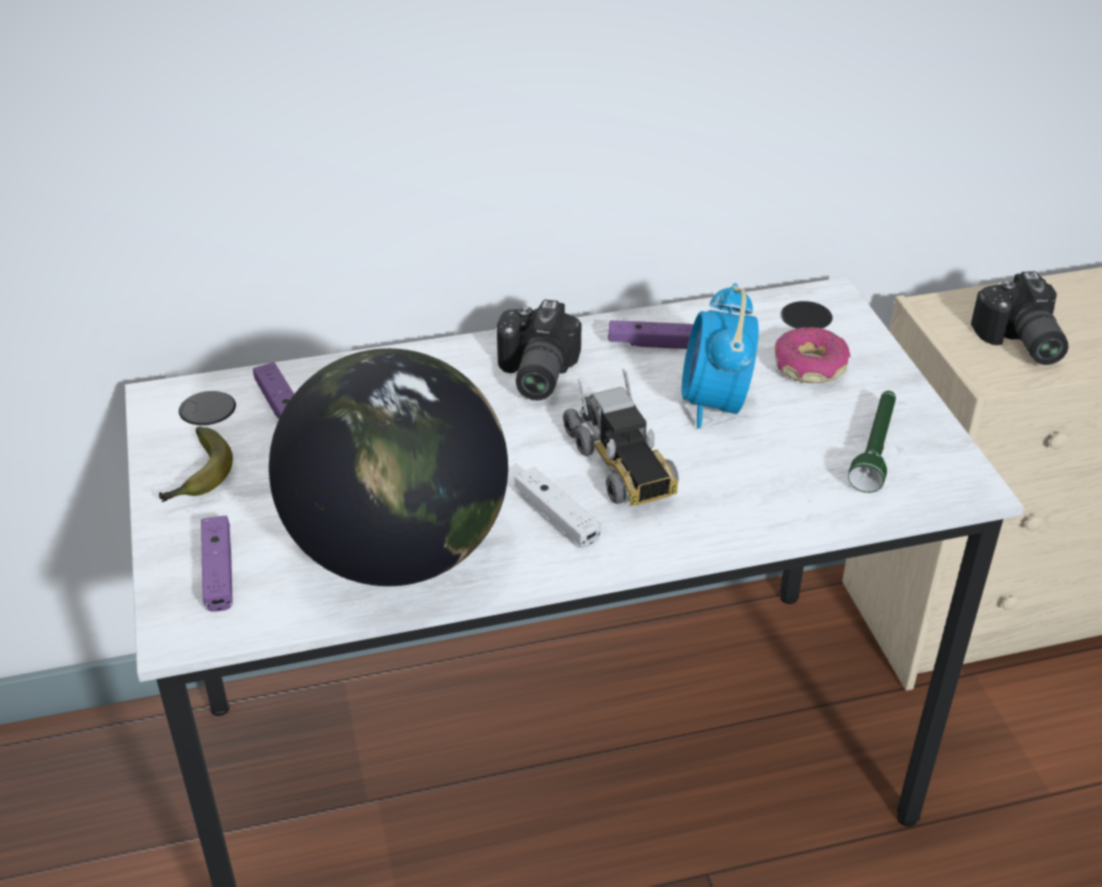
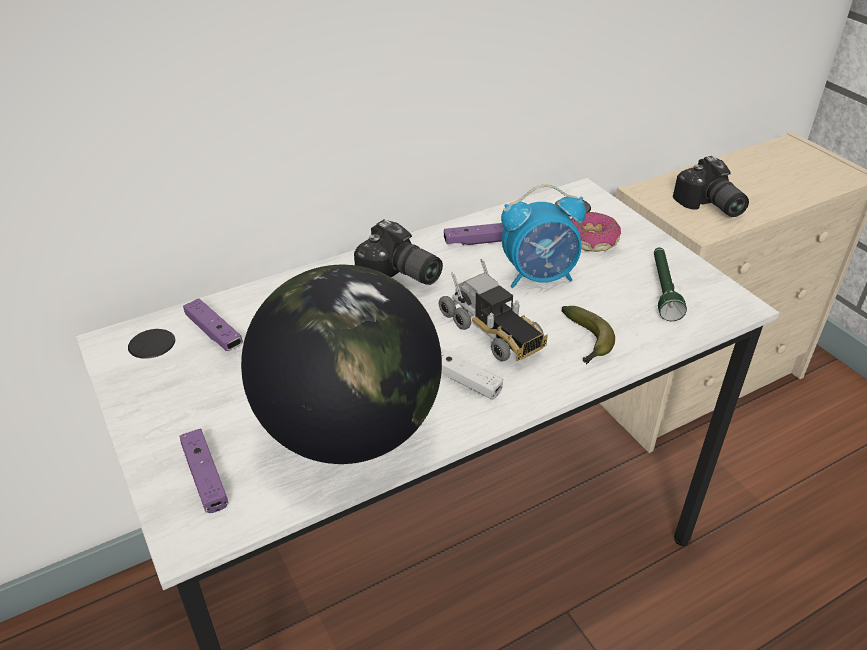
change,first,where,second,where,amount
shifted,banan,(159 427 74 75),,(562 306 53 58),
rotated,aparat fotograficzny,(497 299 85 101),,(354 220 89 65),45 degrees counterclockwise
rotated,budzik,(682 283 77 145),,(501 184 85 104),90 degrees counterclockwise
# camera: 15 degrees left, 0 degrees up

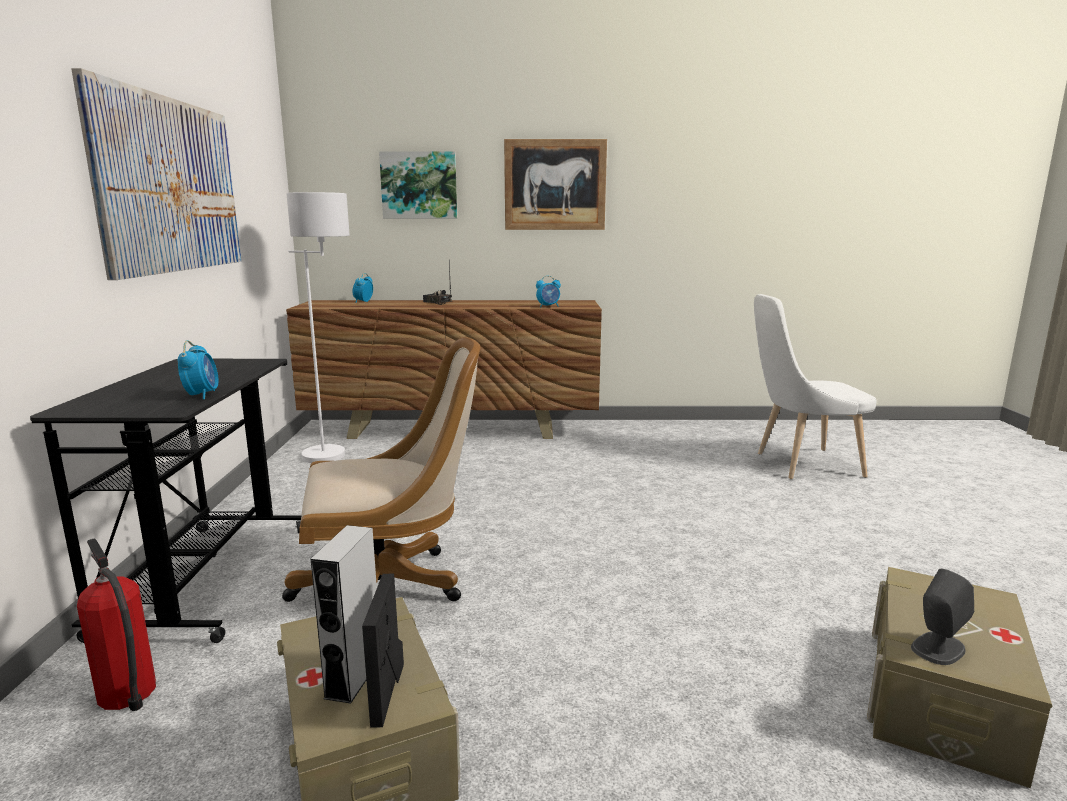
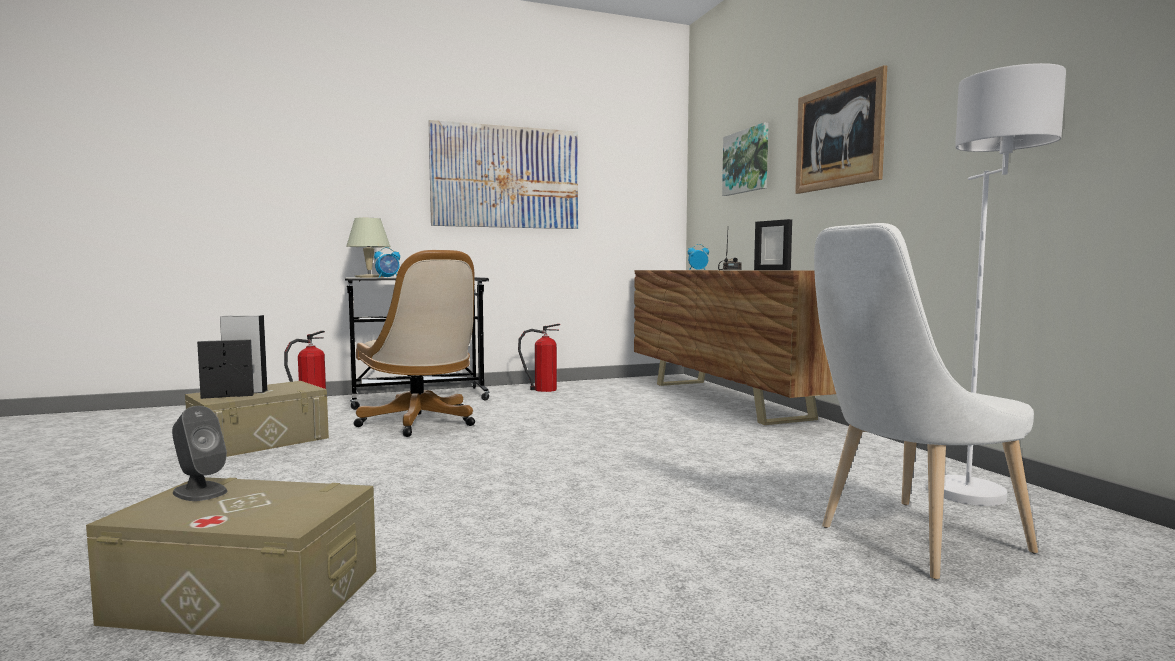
change,first,where,second,where,amount
shifted,lampa stojąca (biały),(287 192 62 271),,(944 63 122 443),
swapped,budzik,(536 276 25 31),ramka na zdjęcie,(754 219 38 51),
rotated,krzesło (biały),(754 294 122 185),,(814 223 224 356),90 degrees counterclockwise
new,,,lampa stołowa (beżowy),(346 218 45 60),
new,,,gaśnica,(518 324 42 68),
# camera: 70 degrees right, 10 degrees down

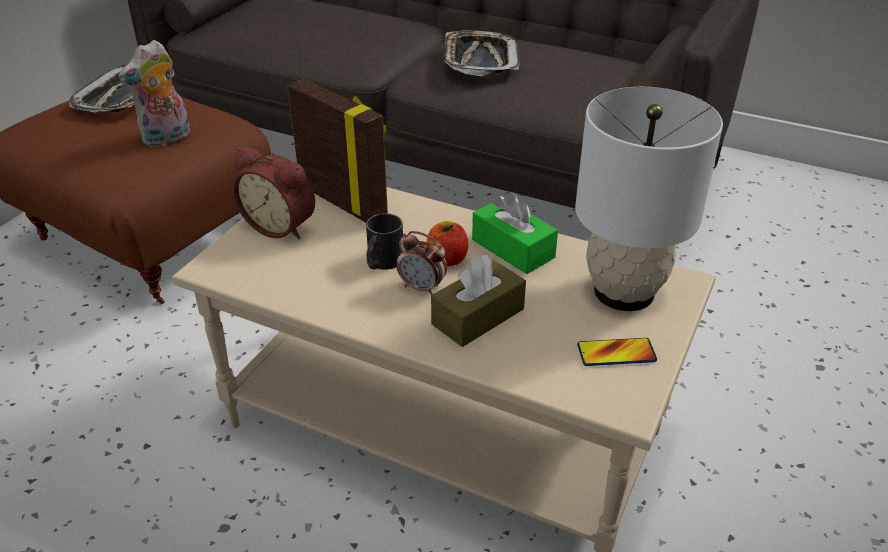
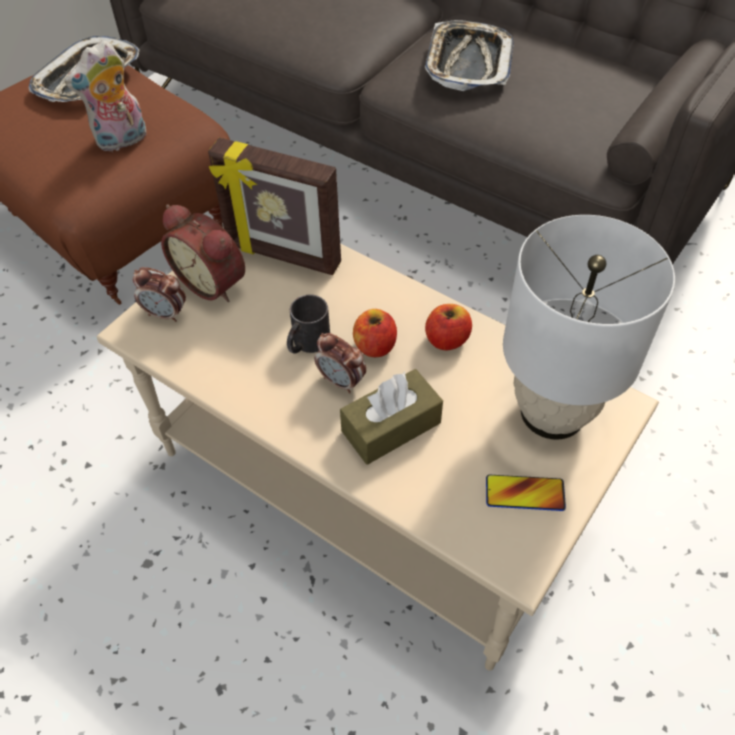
change,first,where,second,where,amount
rotated,ramka na zdjęcie,(287 79 101 144),,(208 137 133 138),150 degrees clockwise
swapped,pudełko chusteczek (zielony),(472 193 86 81),jabłko,(425 304 47 46),
new,,,budzik,(133 267 53 55),
# camera: 10 degrees right, 15 degrees up

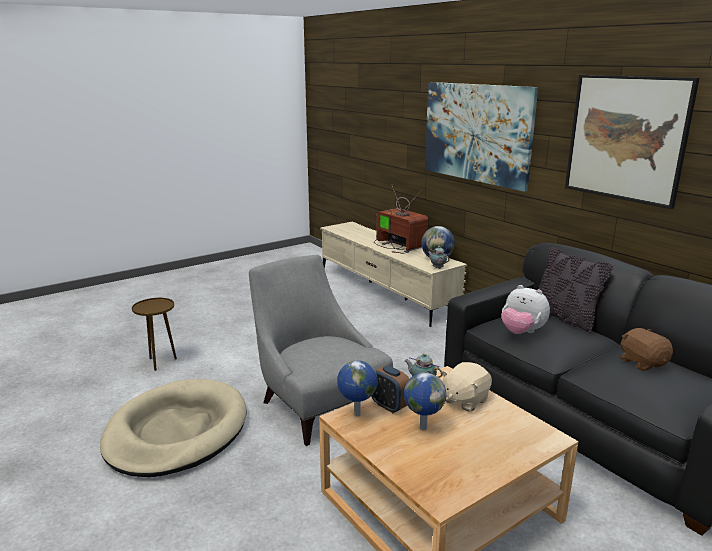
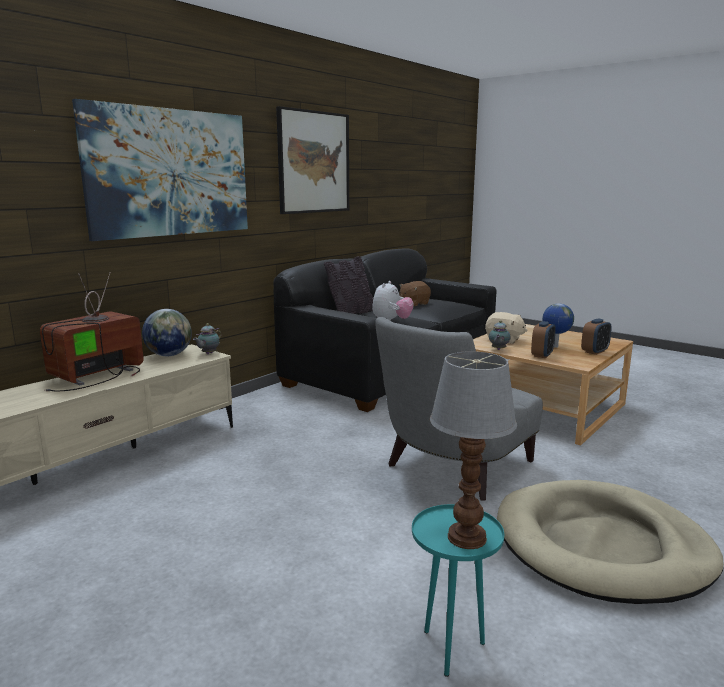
change,first,where,second,where,amount
repainted,stolik (brązowy),(132 298 45 73),stolik (turkusowy),(412 504 92 173),
gone,globus,(337 360 41 57),,,
new,,,lampa stołowa,(430 351 87 198),
new,,,budzik,(581 319 31 36),
# camera: 105 degrees left, 5 degrees down

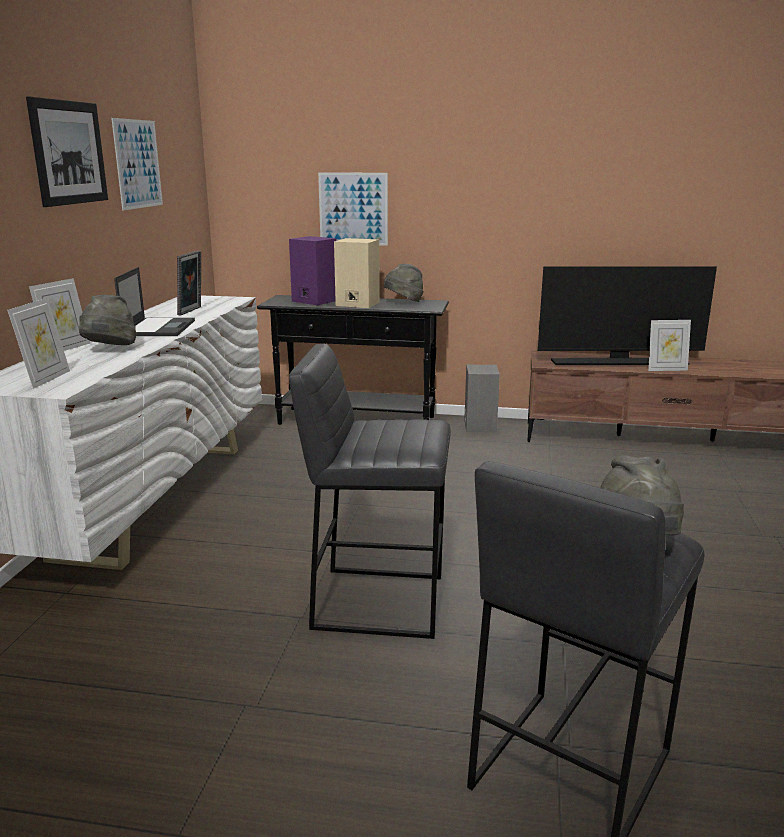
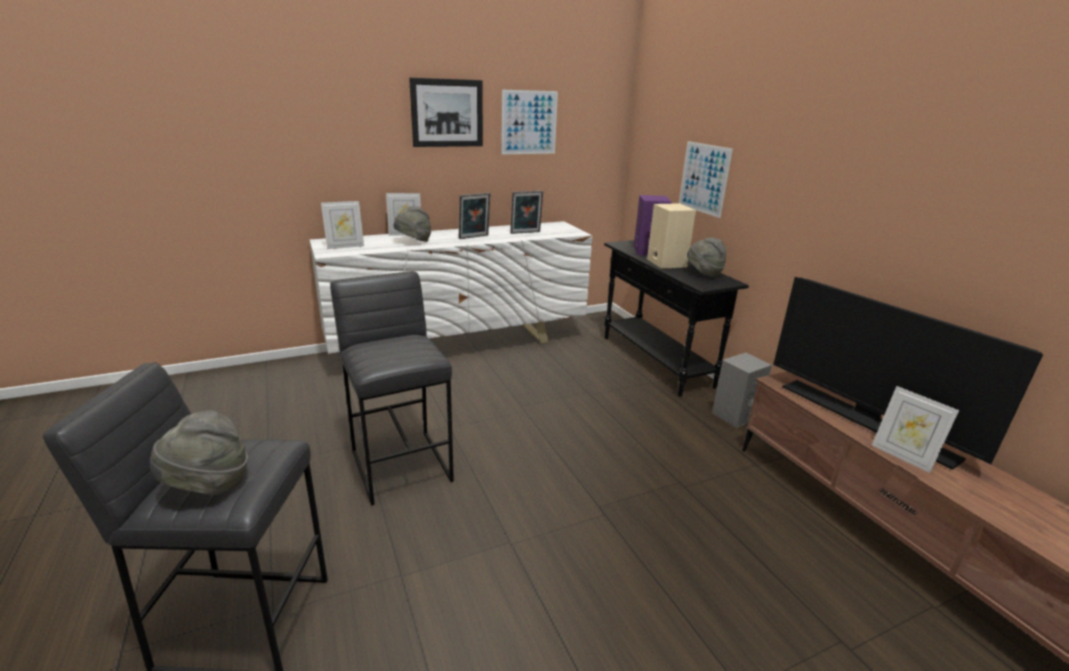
change,first,where,second,where,amount
swapped,laptop,(114 267 81 69),ramka na zdjęcie,(459 193 31 46),
# camera: 55 degrees right, 5 degrees up

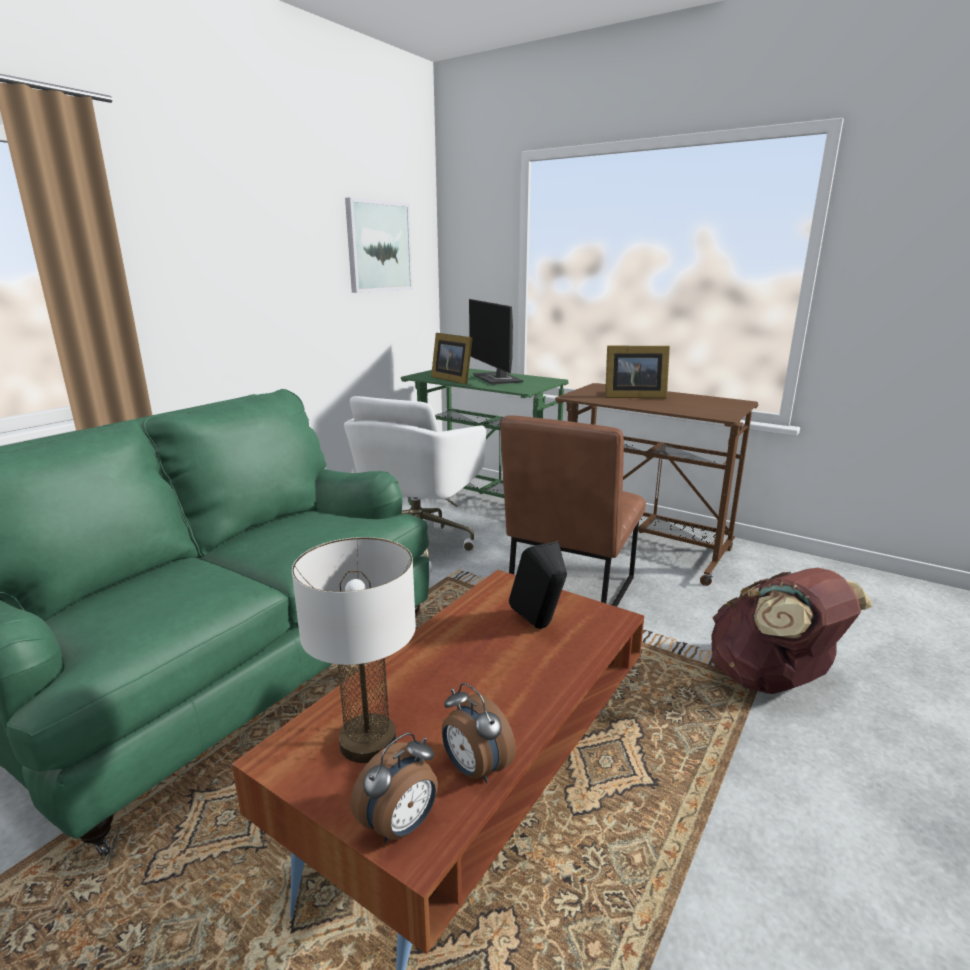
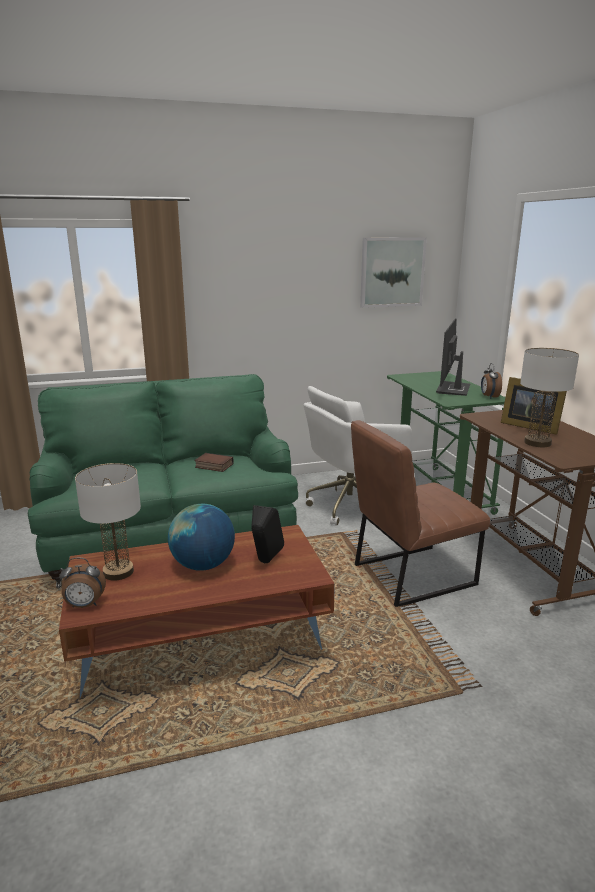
change,first,where,second,where,amount
gone,ramka na zdjęcie,(431 333 42 51),,,
shifted,budzik,(442 683 74 100),,(481 363 21 36),
gone,plecak (brązowy),(712 568 161 126),,,
new,,,globus,(168 504 67 67),
new,,,książka,(194 453 40 19),
new,,,lampa stołowa,(520 348 59 99),
# camera: 40 degrees right, 0 degrees up

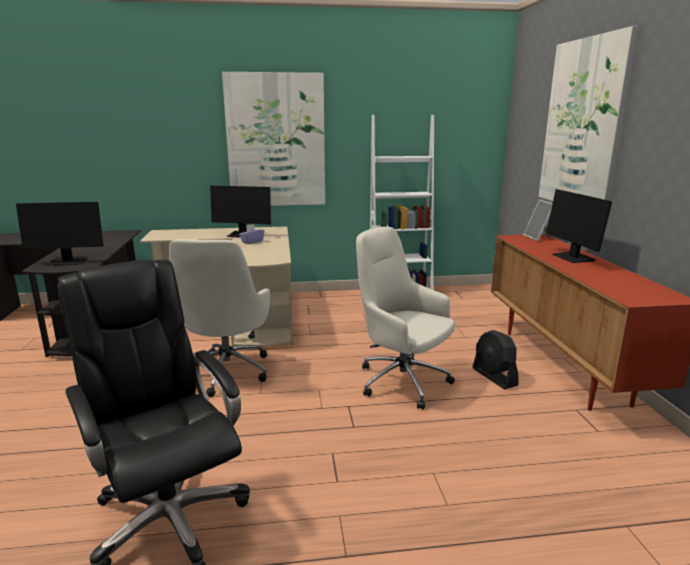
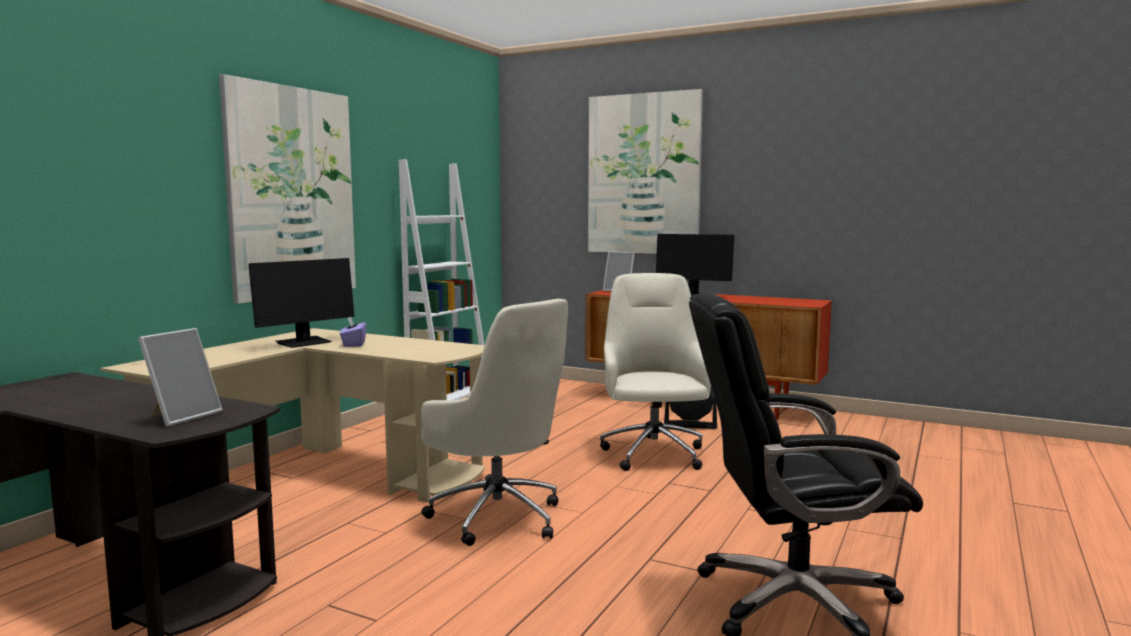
change,first,where,second,where,amount
swapped,monitor,(16 202 88 64),ramka na zdjęcie,(138 328 84 98),
rotated,krzesło biurowe (beżowy),(356 227 99 183),,(600 273 111 198),105 degrees clockwise
# camera: 55 degrees left, 10 degrees down

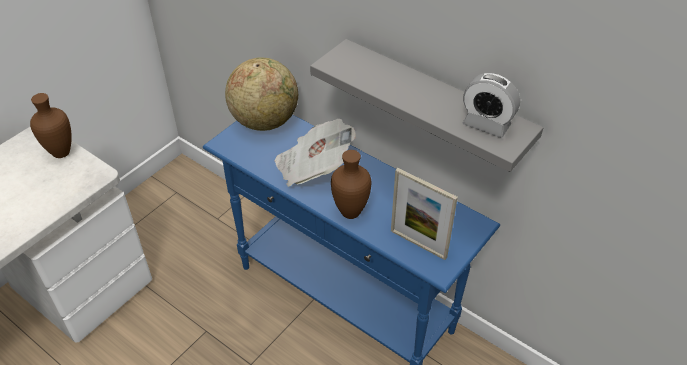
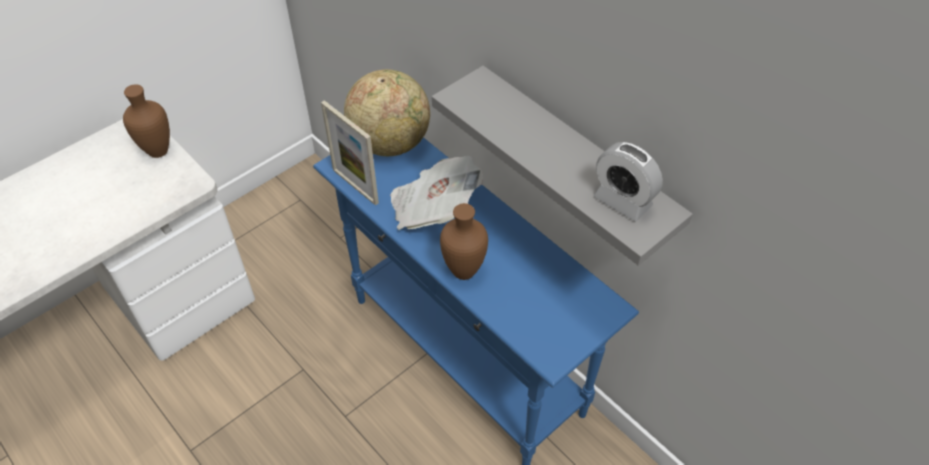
change,first,where,second,where,amount
shifted,ramka na zdjęcie,(391 168 67 92),,(321 100 58 106),
# camera: 10 degrees right, 5 degrees up

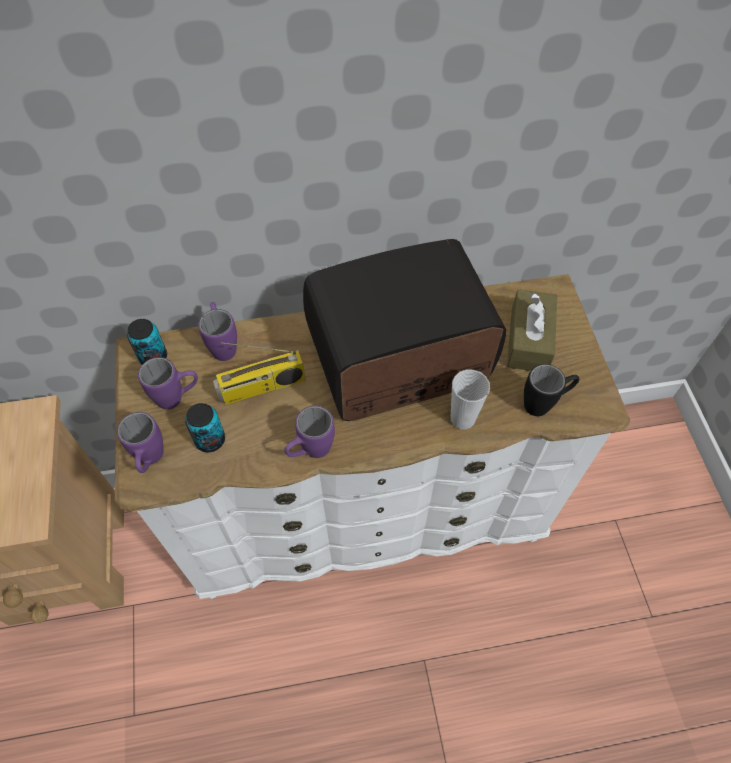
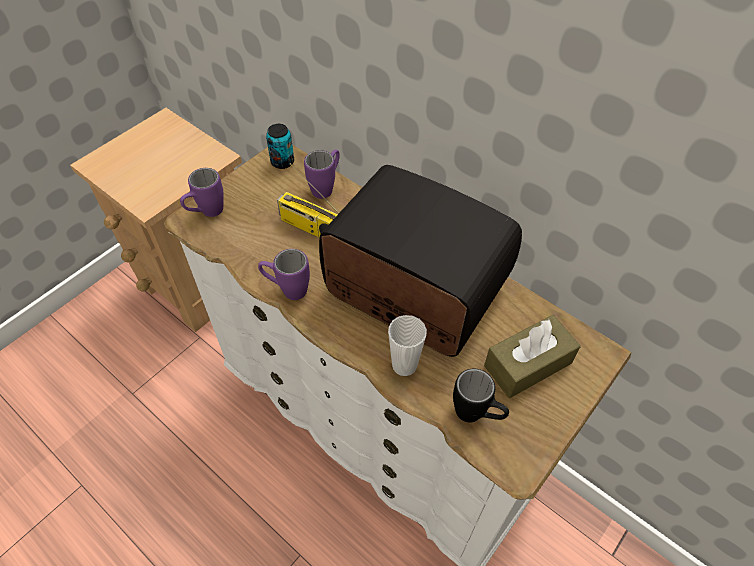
change,first,where,second,where,amount
gone,kubek (fioletowy),(138 357 60 52),,,
gone,puszka,(185 403 40 49),,,
# camera: 50 degrees right, 5 degrees down

